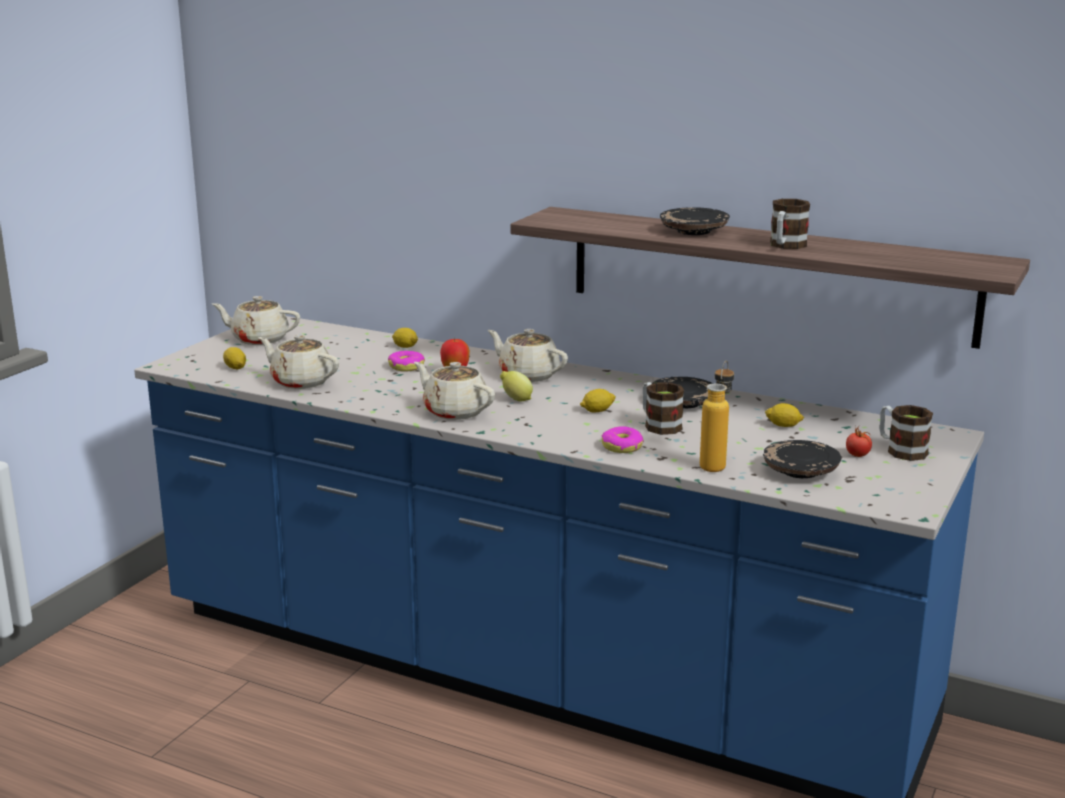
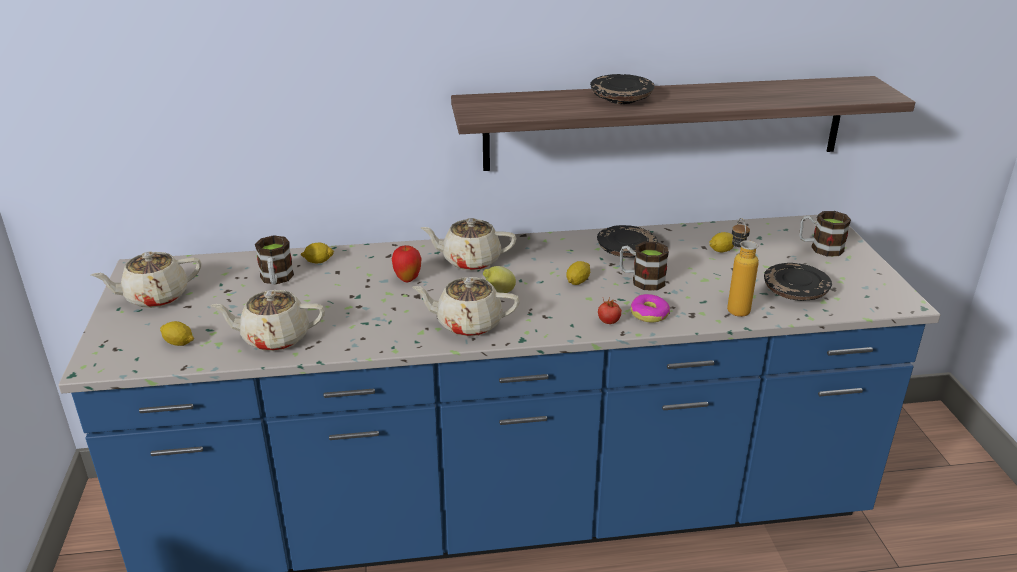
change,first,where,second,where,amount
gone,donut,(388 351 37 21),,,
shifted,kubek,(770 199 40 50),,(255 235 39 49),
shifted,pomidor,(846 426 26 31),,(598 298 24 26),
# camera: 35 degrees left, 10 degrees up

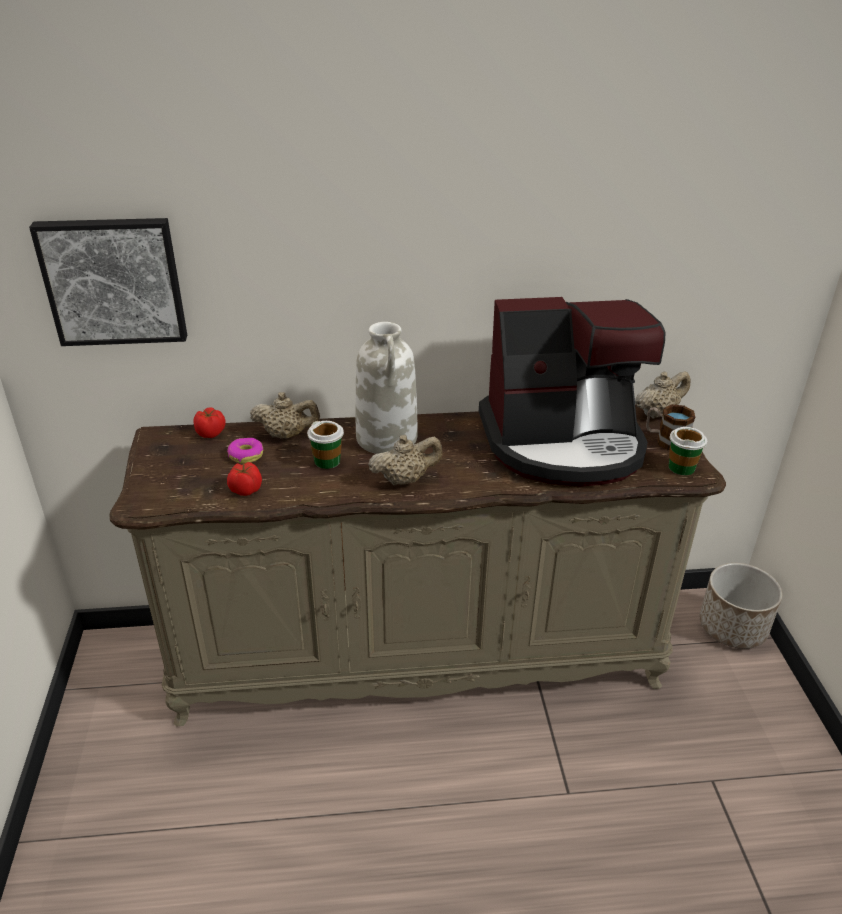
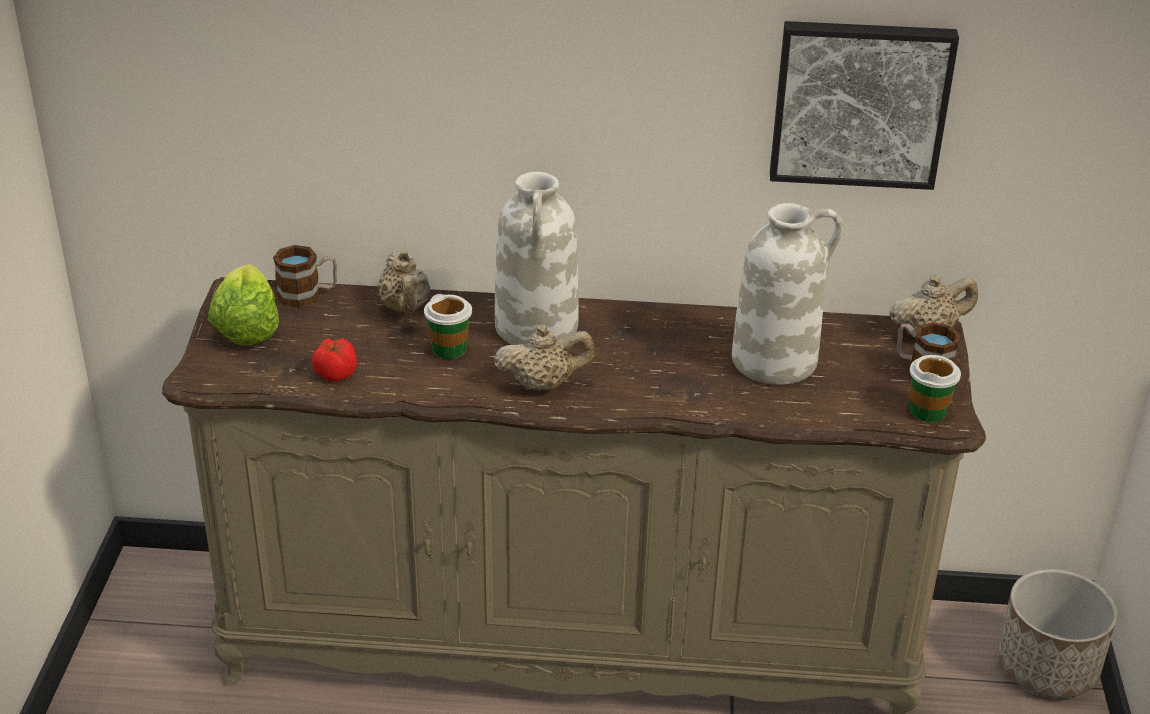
change,first,where,second,where,amount
shifted,obraz,(29 218 158 128),,(770 21 189 169),
swapped,pomidor,(193 407 33 31),kubek,(273 245 64 62),
gone,donut,(227 438 36 25),,,
rotated,imbryk (beżowy),(250 392 70 47),,(377 250 53 64),60 degrees clockwise
swapped,ekspres do kawy,(479 297 186 190),wazon (biały),(732 203 111 182),
new,,,sałata,(208 264 71 82),
# camera: 10 degrees right, 0 degrees up

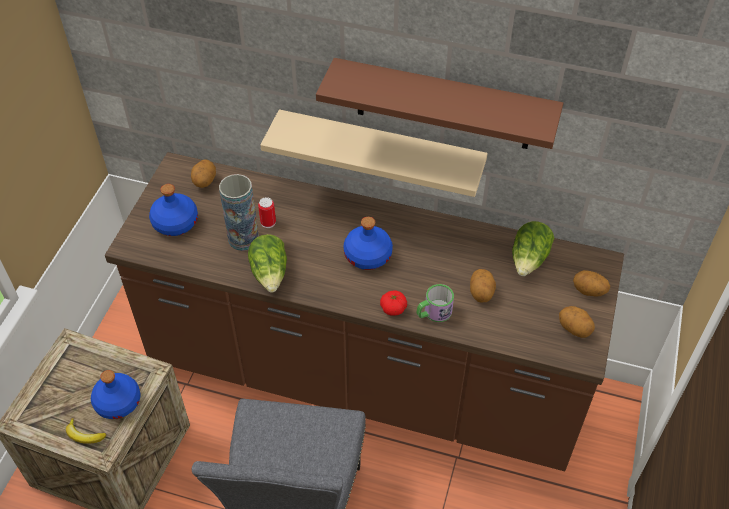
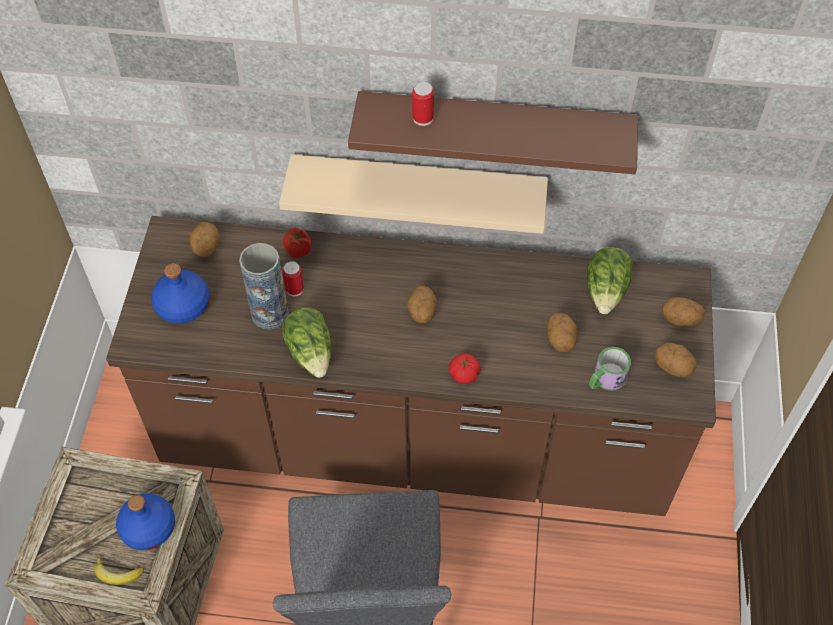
change,first,where,second,where,amount
swapped,butelka (niebieski),(343 217 50 53),ziemniak,(407 286 30 37),
shifted,kubek,(417 284 37 38),,(589 347 42 44),
new,,,pomidor,(283 228 28 30),
new,,,puszka,(412 82 22 44),
# camera: 10 degrees left, 5 degrees up

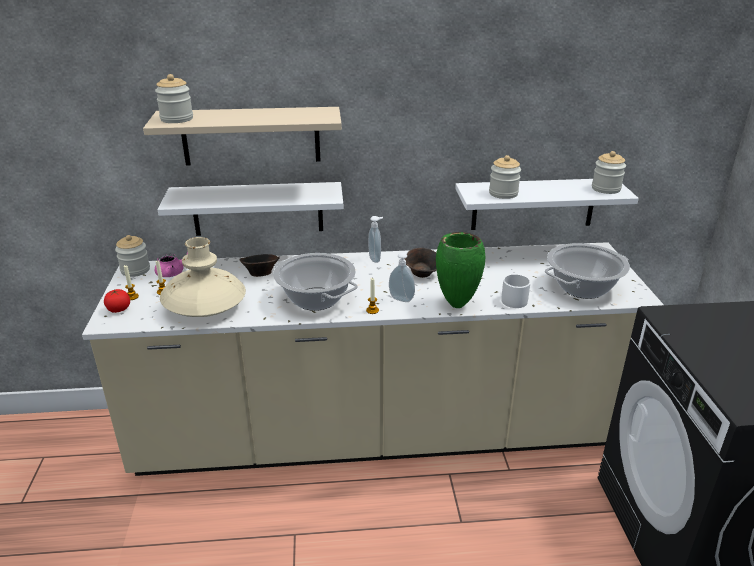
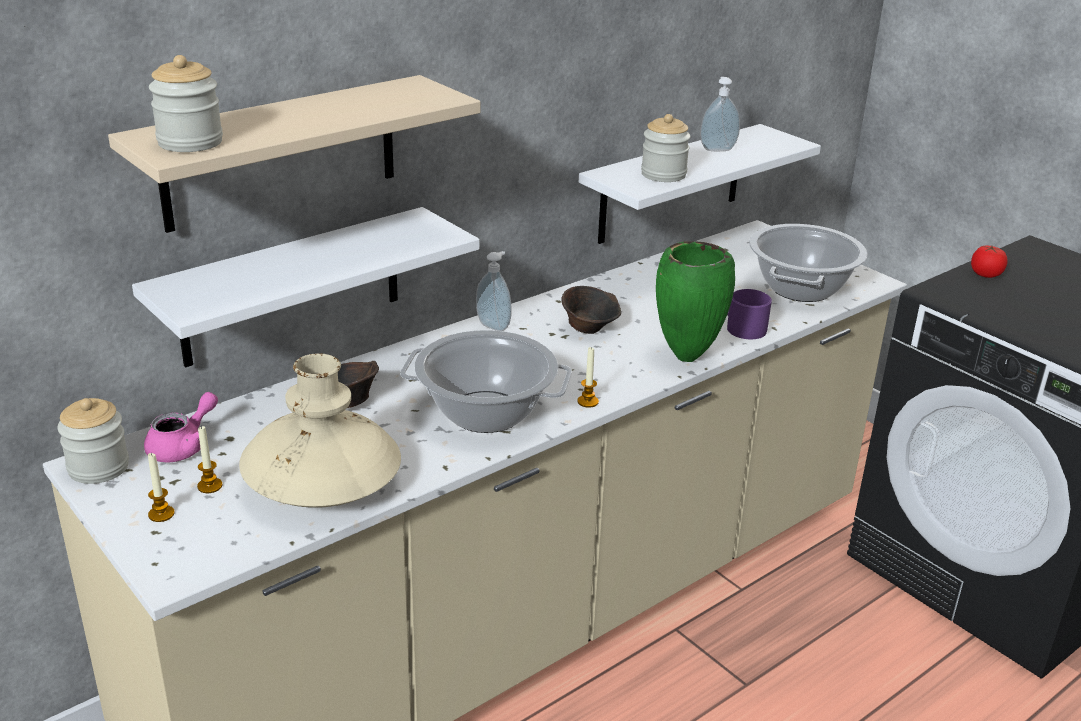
change,first,where,second,where,amount
shifted,pomidor,(104 289 26 24),,(971 246 37 32),
shifted,dozownik mydła,(389 251 26 51),,(700 77 40 74),
repainted,kubek (biały),(501 275 30 33),kubek (fioletowy),(727 289 45 50),
gone,słoik,(592 151 34 43),,,
# camera: 35 degrees left, 0 degrees up

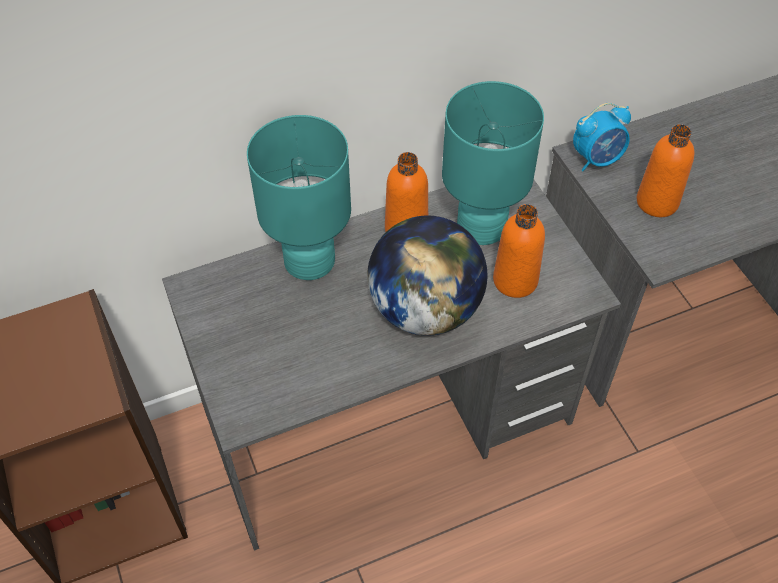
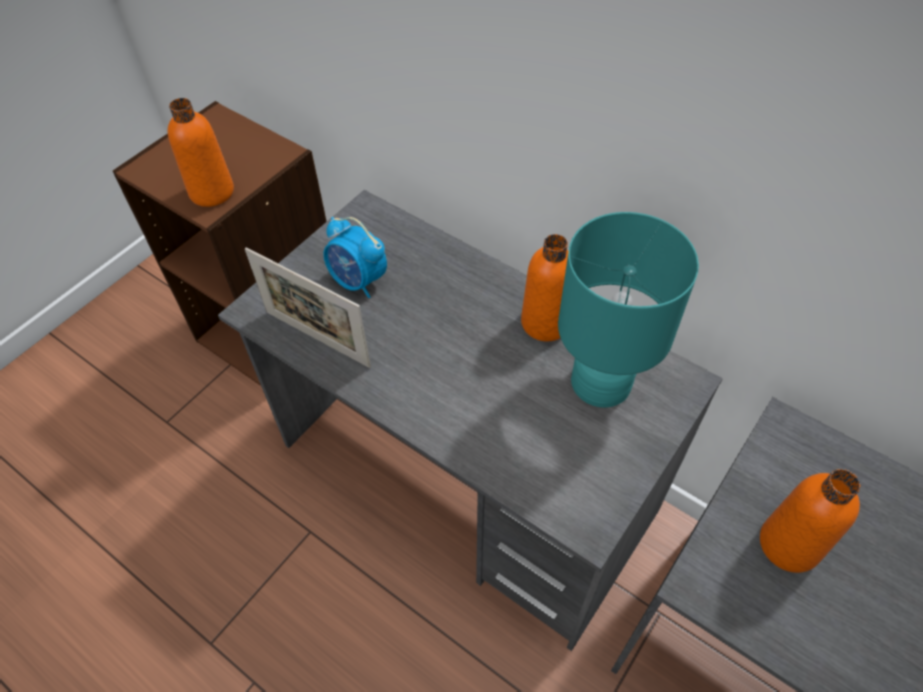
change,first,where,second,where,amount
gone,lampa stołowa (turkusowy),(247 115 104 165),,,
gone,globus,(367 216 120 120),,,
shifted,butelka (pomarańczowy),(493 204 52 94),,(168 98 66 109),
shifted,budzik,(573 103 58 68),,(323 217 64 81),
new,,,ramka na zdjęcie,(245 248 126 120),
# camera: 60 degrees right, 0 degrees up

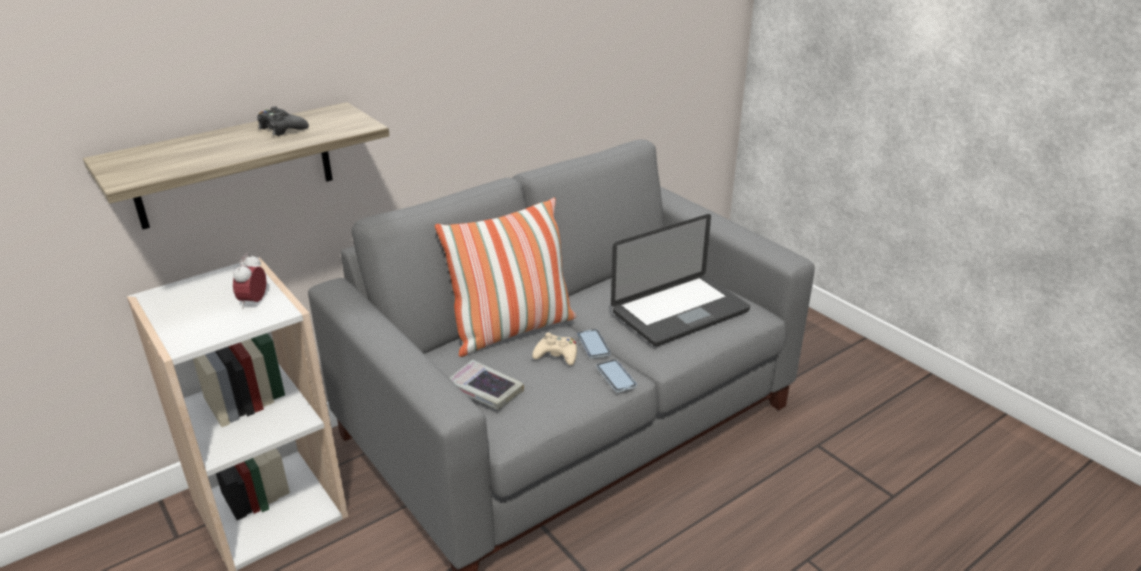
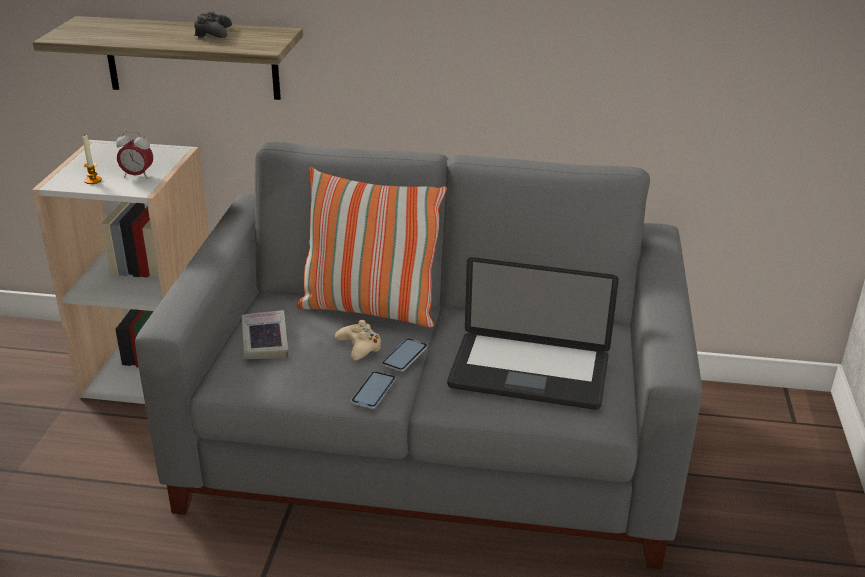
change,first,where,second,where,amount
rotated,budzik,(233 253 34 56),,(116 131 37 48),135 degrees counterclockwise
new,,,świeca,(82 134 20 50),
# camera: 45 degrees right, 0 degrees up

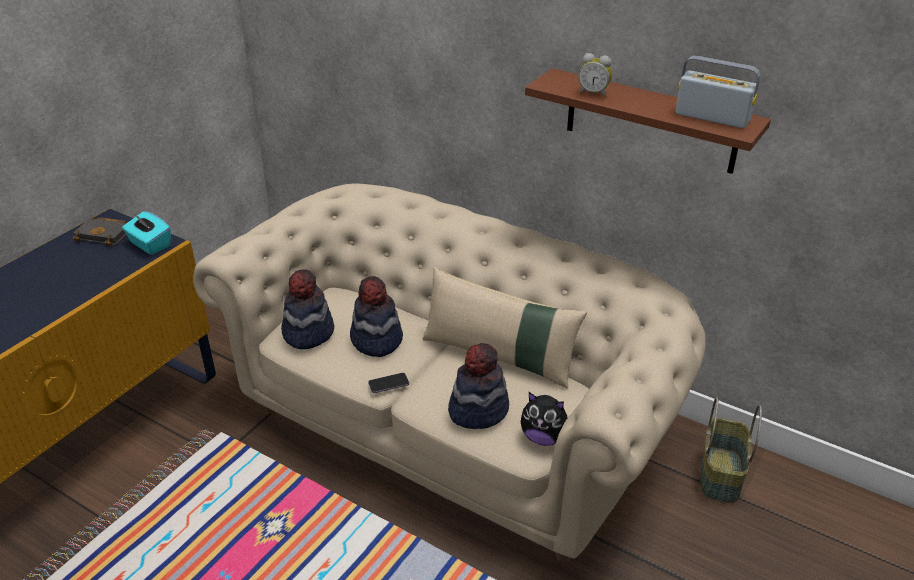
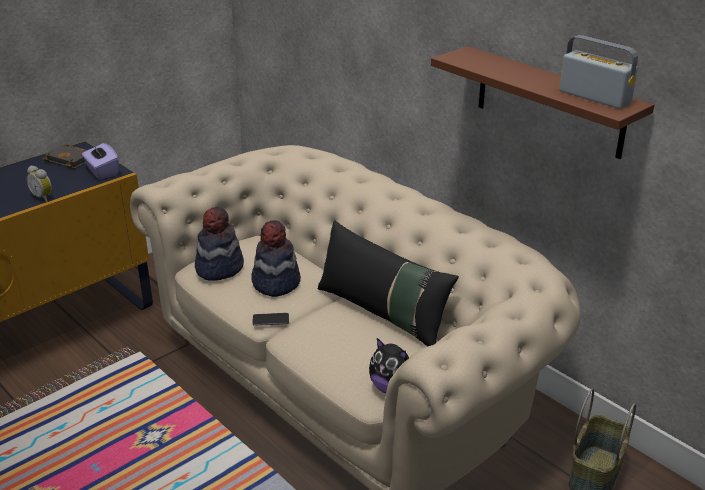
change,first,where,second,where,amount
repainted,pudełko chusteczek (turkusowy),(122 211 49 44),pudełko chusteczek (fioletowy),(82 141 37 39),
repainted,poduszka (beżowy),(423 267 164 121),poduszka (czarny),(318 221 141 126),
gone,kapelusz,(448 343 61 86),,,
shifted,budzik,(578 53 34 44),,(27 166 25 36),
# camera: 15 degrees right, 5 degrees down

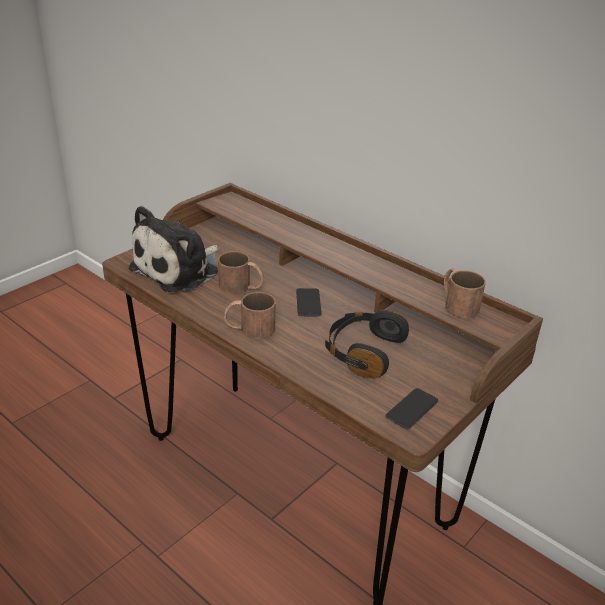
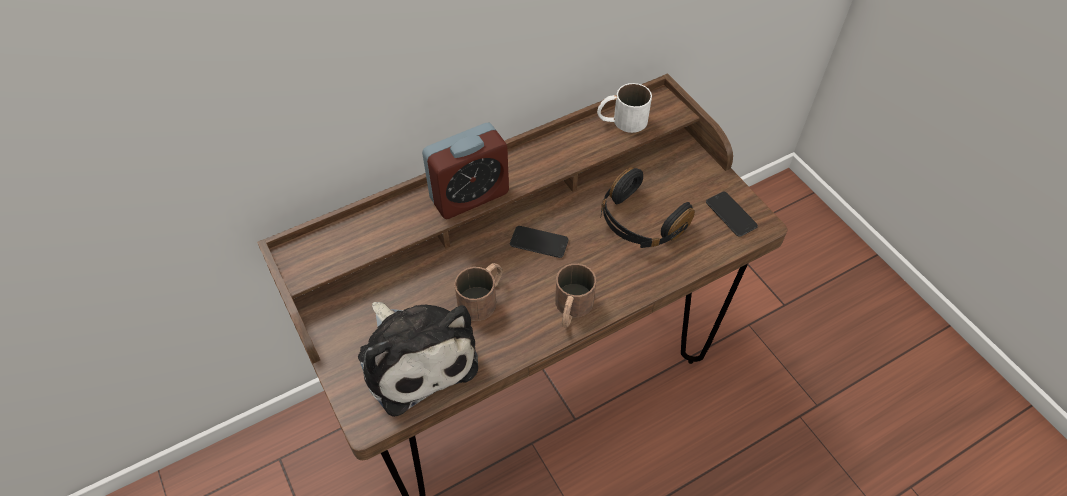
change,first,where,second,where,amount
repainted,kubek (brązowy),(444 268 42 50),kubek (biały),(597 83 55 50),
new,,,budzik,(422 123 87 96),
# camera: 70 degrees left, 20 degrees up

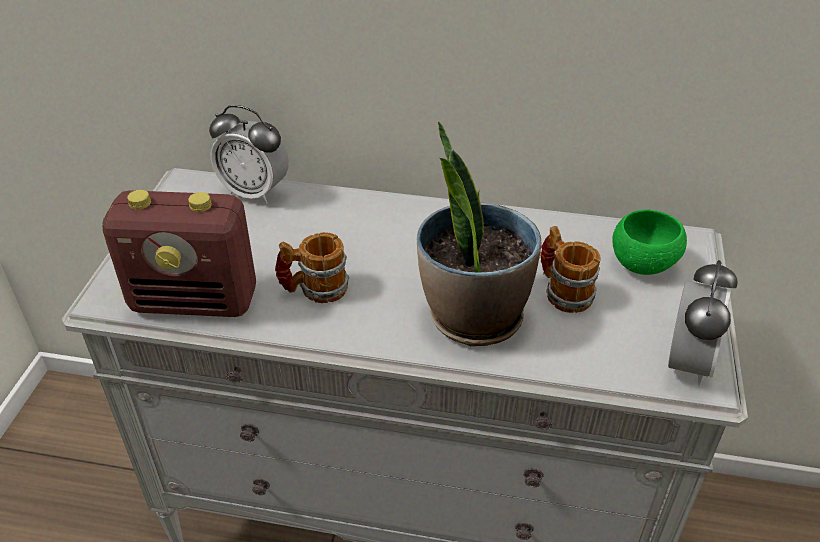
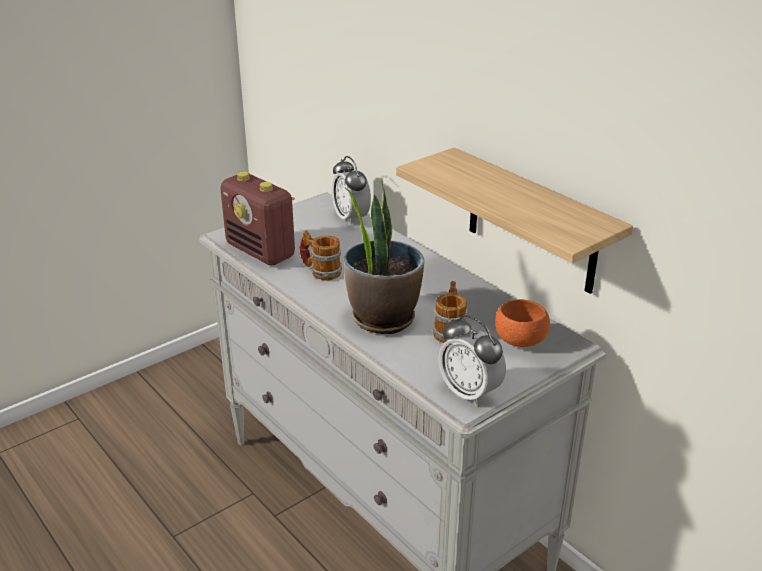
change,first,where,second,where,amount
repainted,miska (zielony),(612 209 75 66),miska (pomarańczowy),(495 299 55 48),
rotated,budzik,(668 260 70 126),,(439 315 67 92),75 degrees clockwise
new,,,półka,(396 147 237 147),
# camera: 40 degrees right, 10 degrees down

